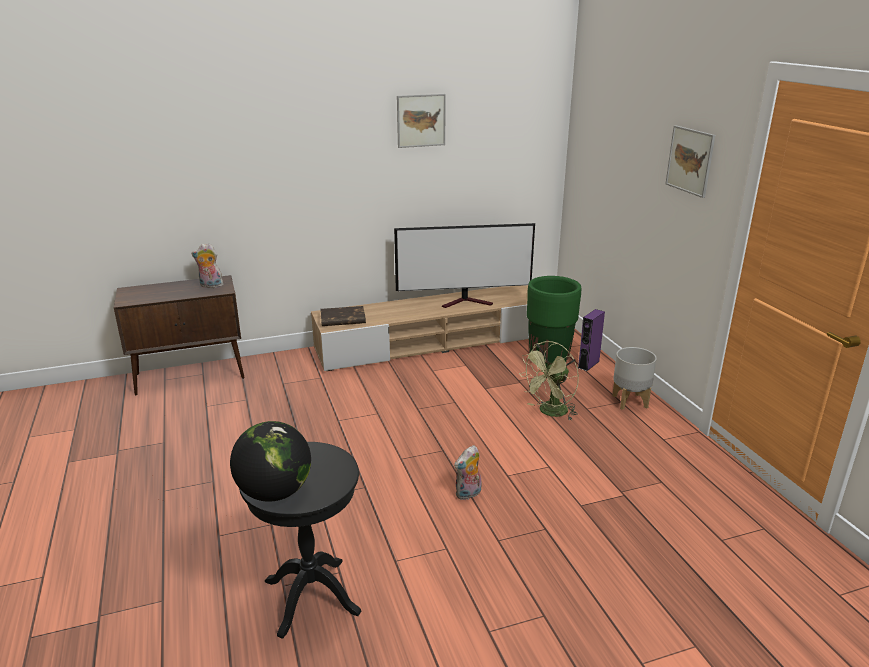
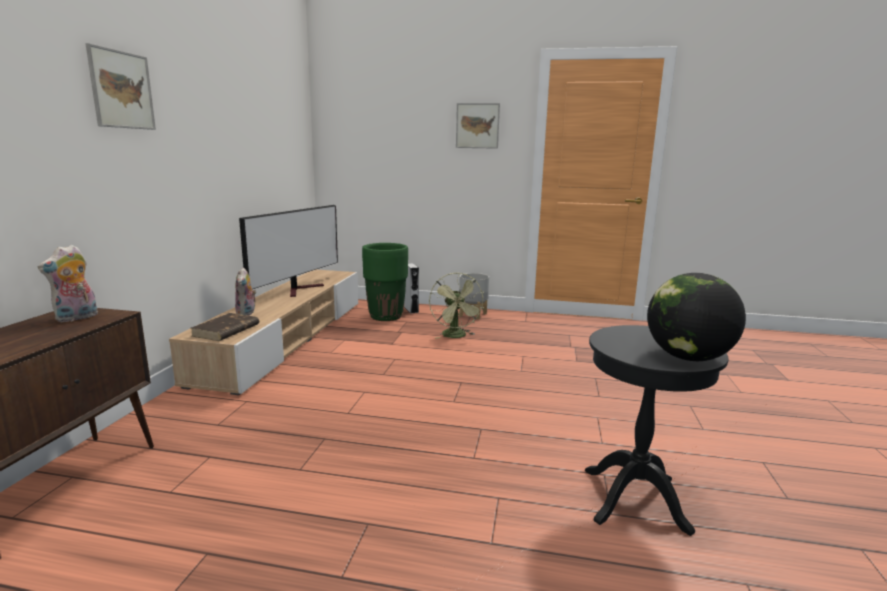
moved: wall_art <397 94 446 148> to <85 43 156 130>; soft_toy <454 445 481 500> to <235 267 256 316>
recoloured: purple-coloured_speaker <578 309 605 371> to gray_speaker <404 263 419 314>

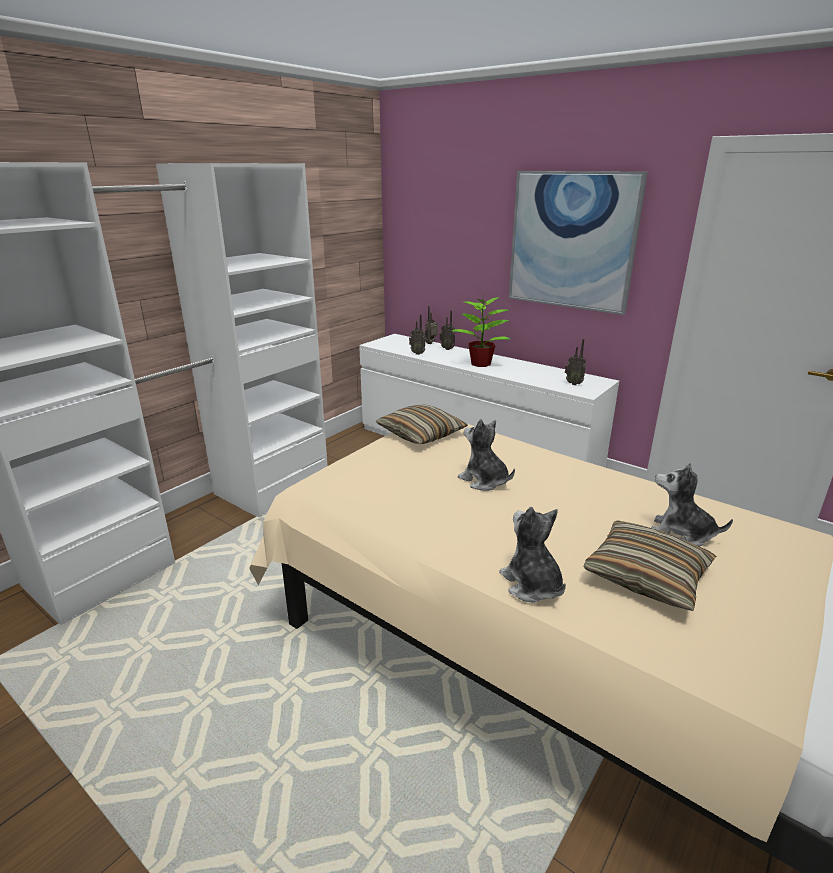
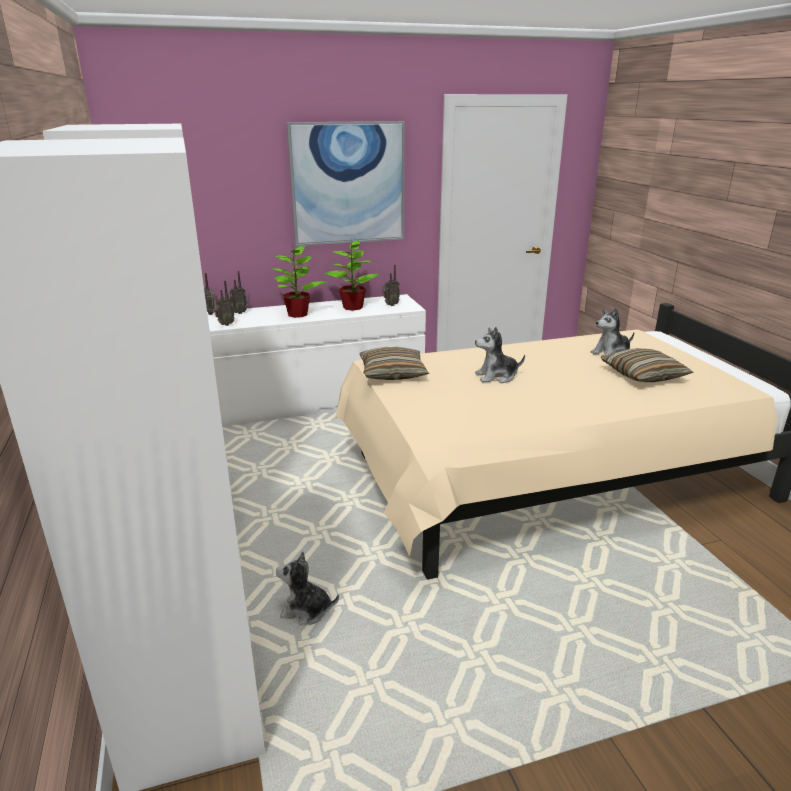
added: plant_in_a_pot <324 240 380 311>
moved: soft_toy <499 507 566 603> to <276 552 339 625>

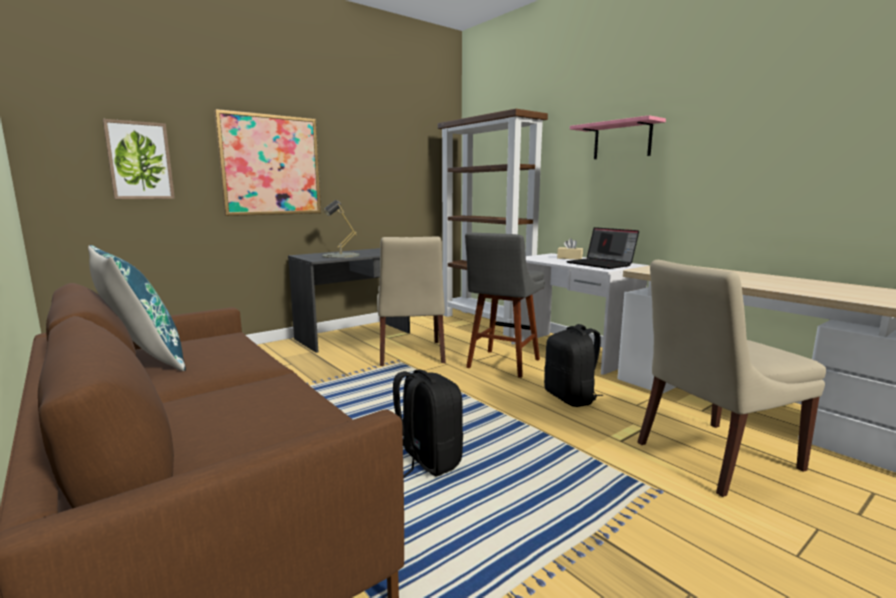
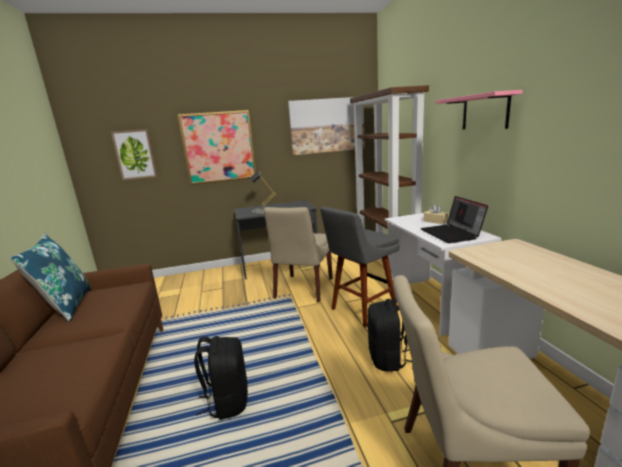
added: wall_art <288 97 365 155>

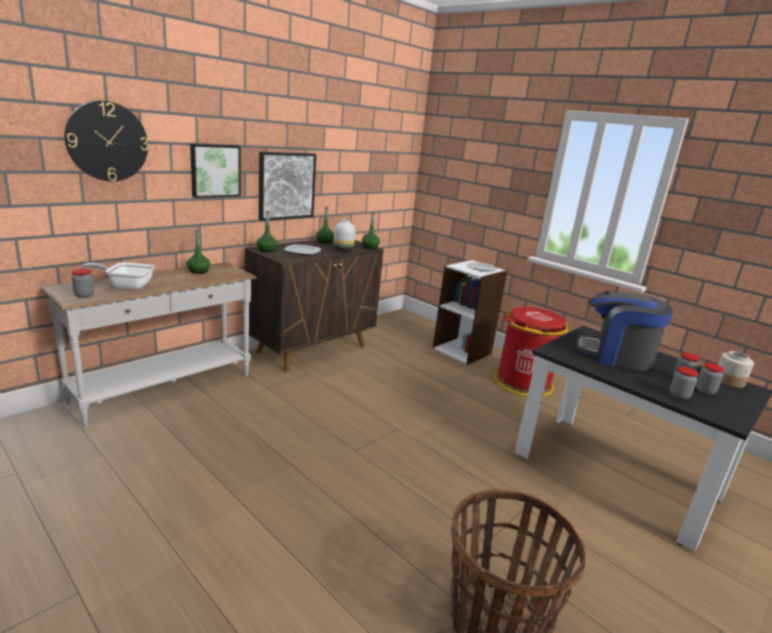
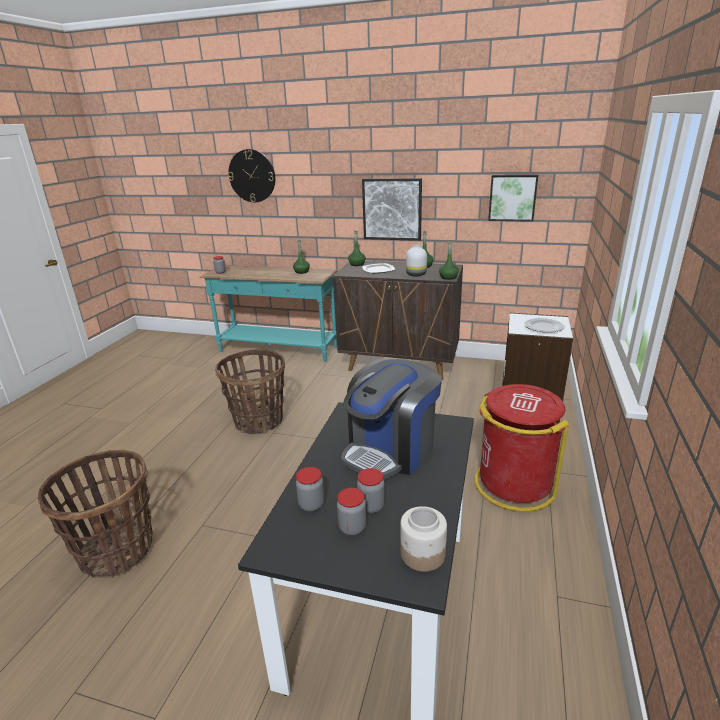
removed: skillet <82 262 155 290>
added: storage_basket <215 349 285 434>
moved: wall_art <190 144 241 198> to <488 175 538 222>
recoloured: white_hall_table <41 262 257 427> to blue-green_hall_table <200 265 337 362>
turned: coffee_maker <576 291 673 371> = <341 358 442 479> 135 degrees counterclockwise

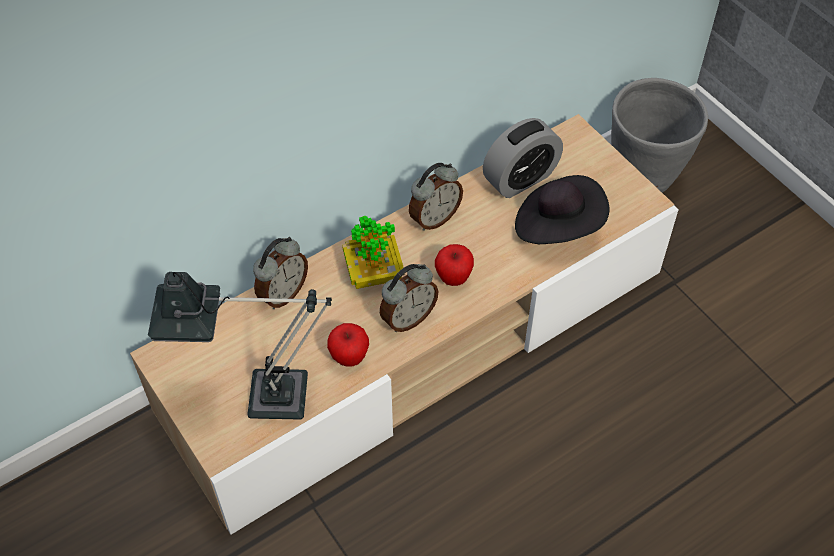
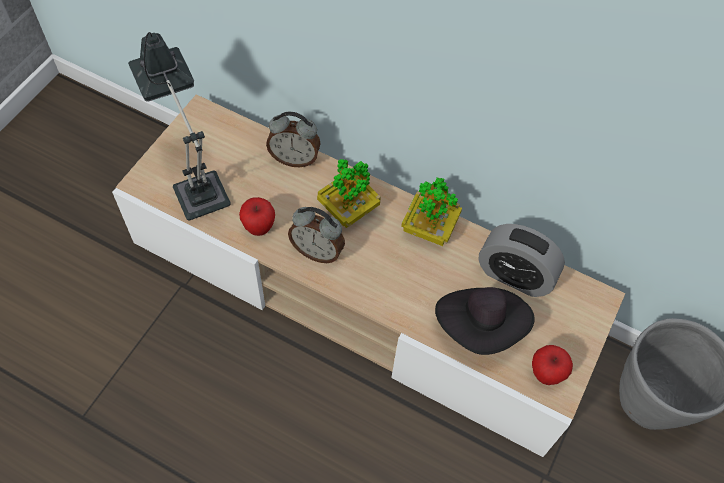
moved: whole_apple <435 244 474 286> to <532 345 573 385>
replaced: alarm_clock <409 163 463 231> to plant_in_a_pot <401 177 462 246>

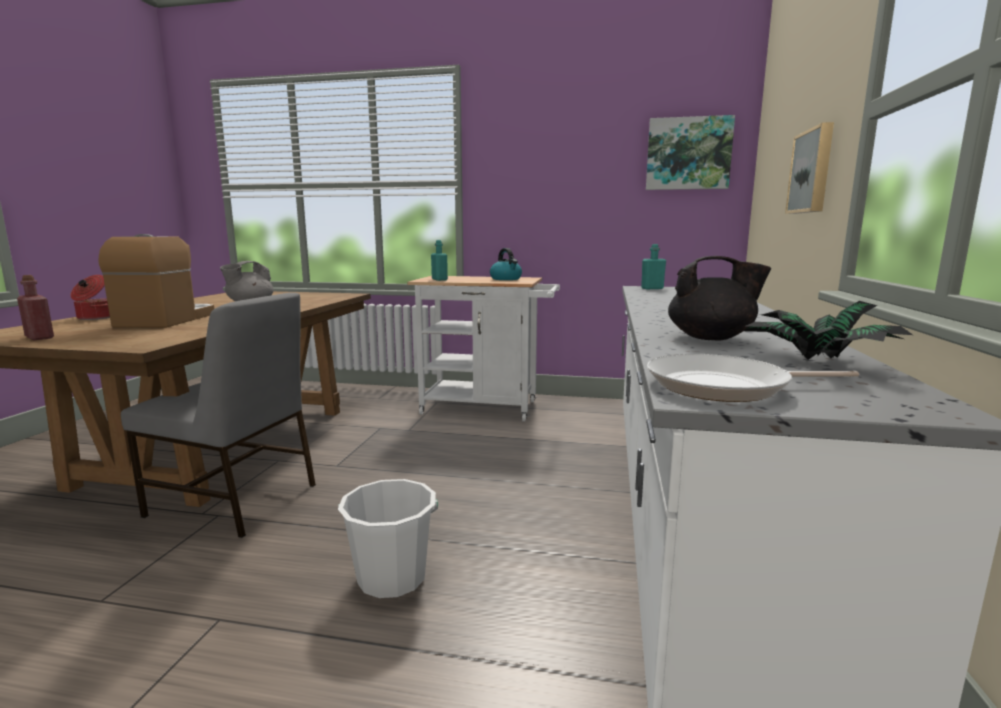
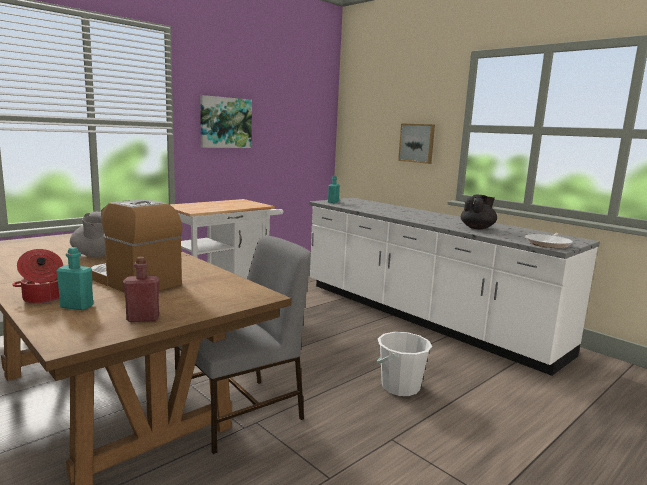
removed: kettle <490 248 522 280>; plant_in_a_pot <745 301 913 360>
moved: blue-green_bottle <431 240 448 281> to <56 247 93 310>; wall_art <646 115 735 190> to <200 95 252 148>

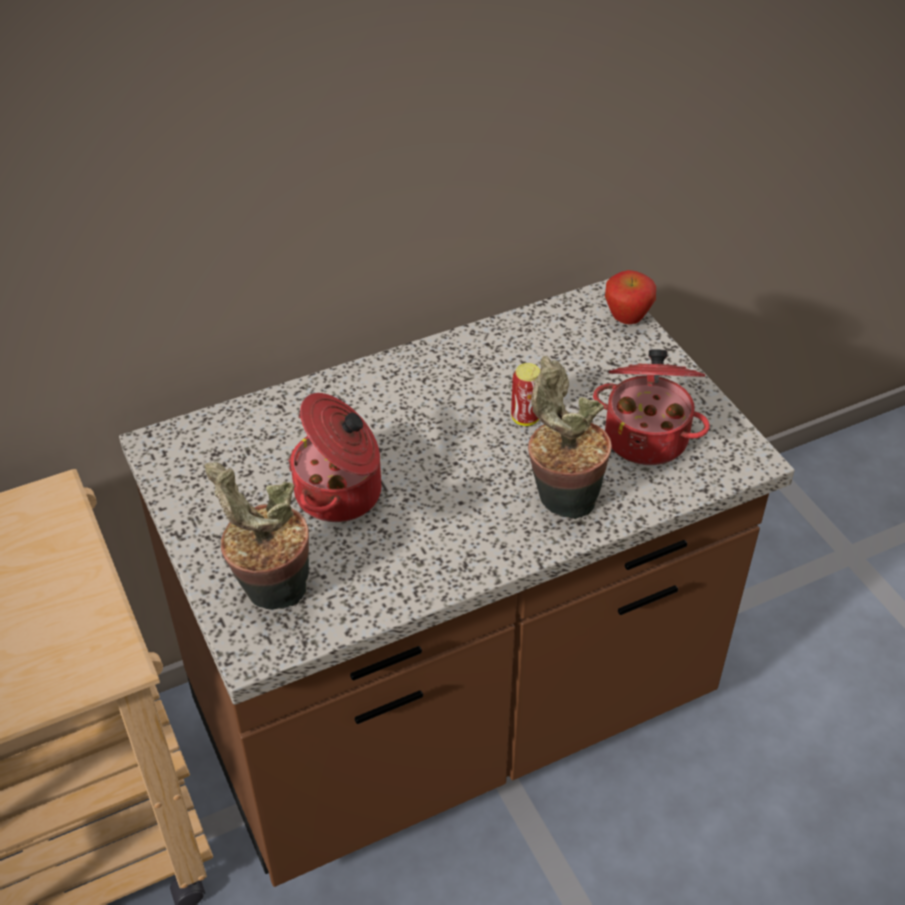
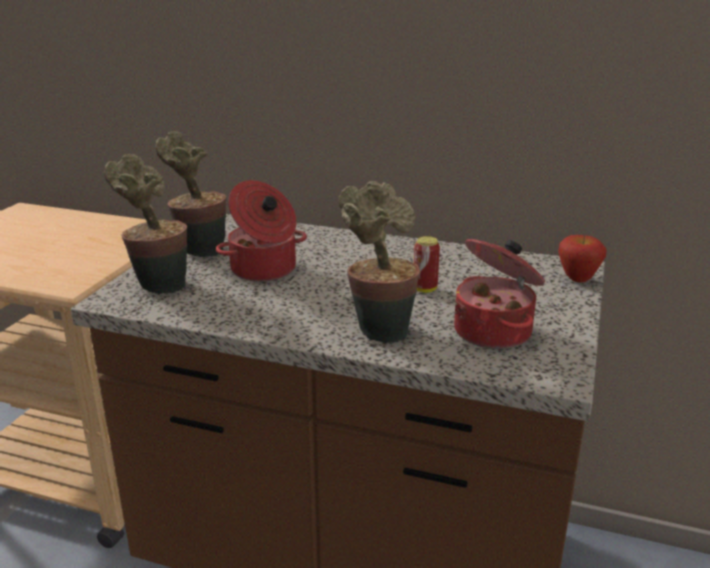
added: plant_in_a_pot <155 131 226 258>

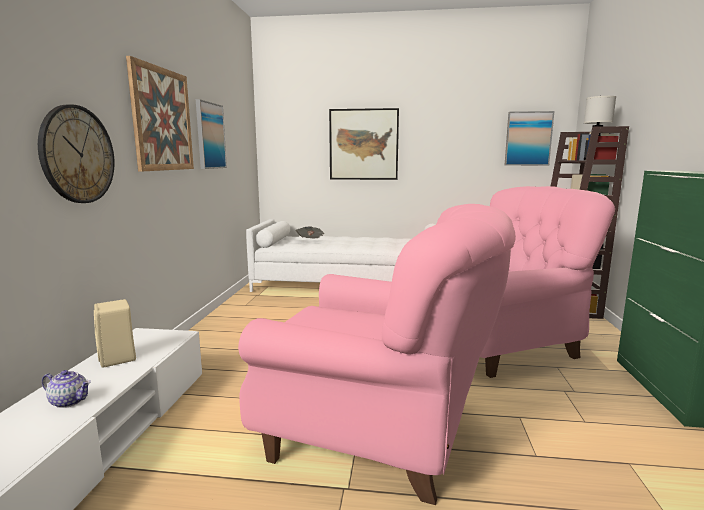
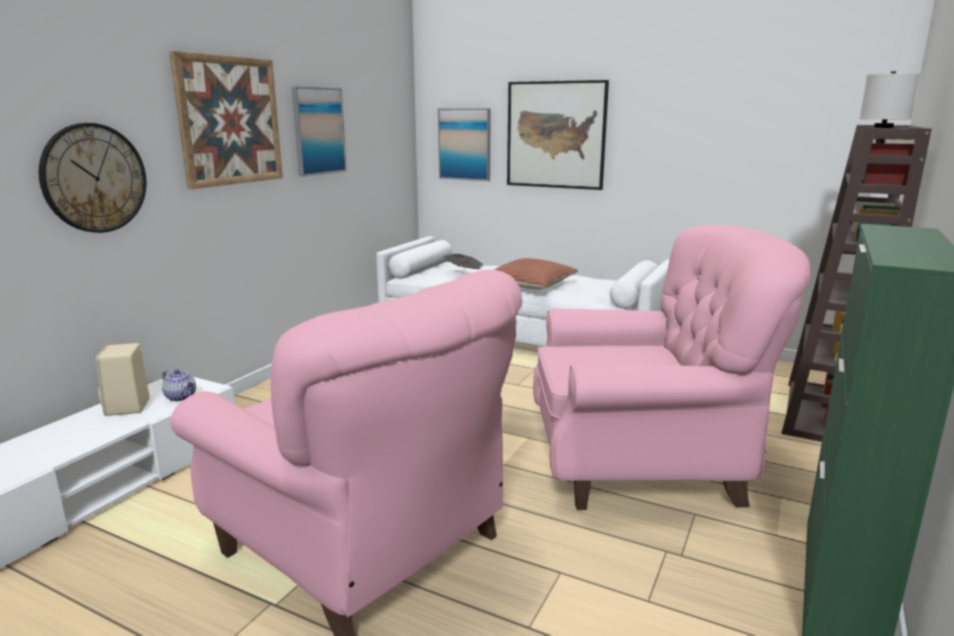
added: throw_pillow <494 258 578 290>
moved: teapot <42 370 91 408> to <162 369 196 402>; wall_art <504 111 555 166> to <438 108 491 181>

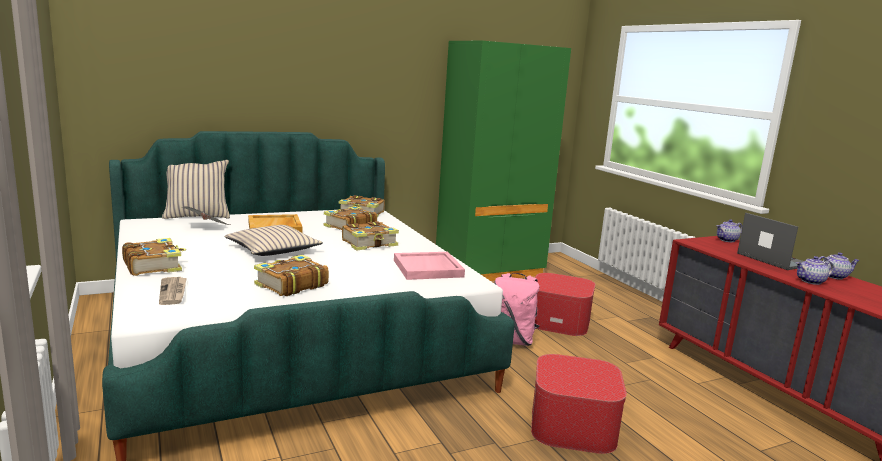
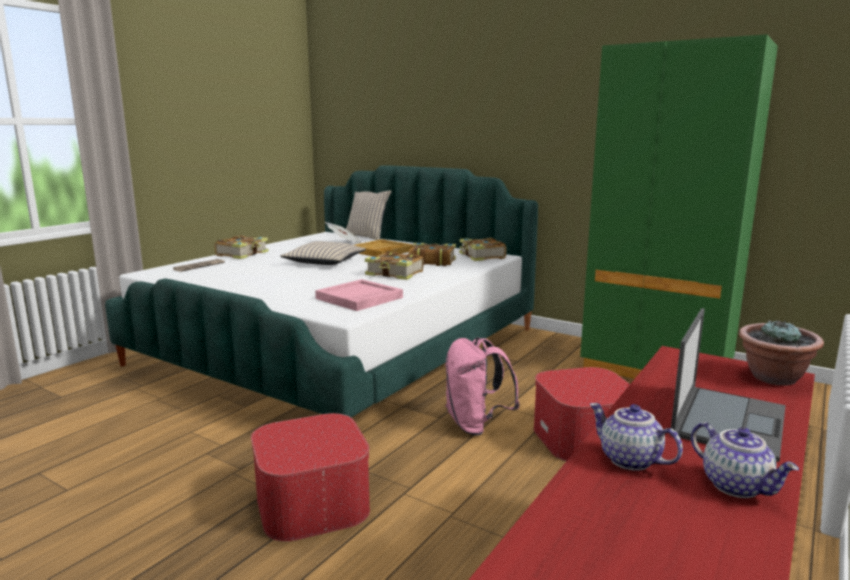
removed: bound_book <254 255 329 296>
replaced: teapot <716 219 742 242> to plant_in_a_pot <739 320 824 385>

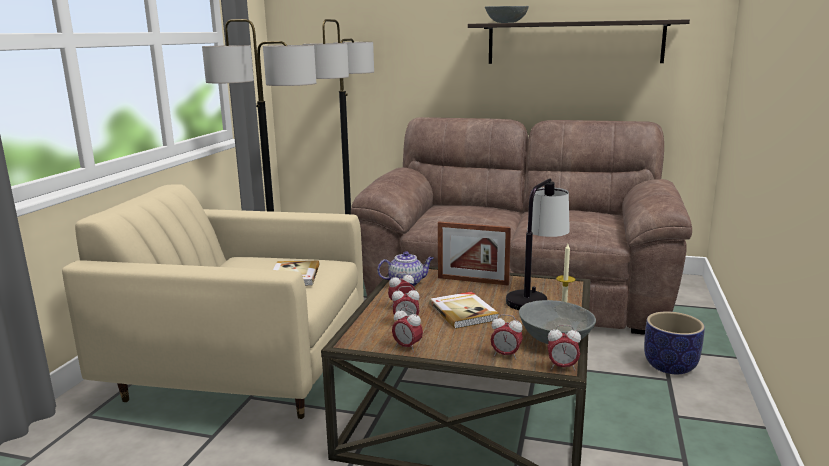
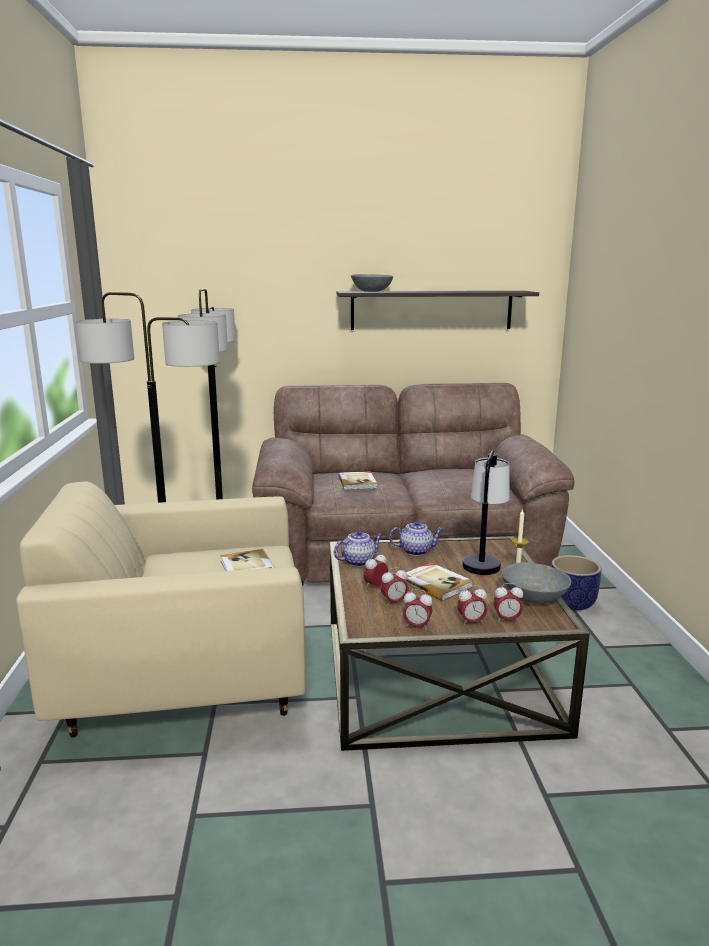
added: bound_book <338 471 377 490>
moved: alarm_clock <547 325 581 370> to <457 585 488 626>
replaced: photo_frame <438 222 511 286> to teapot <389 521 444 556>

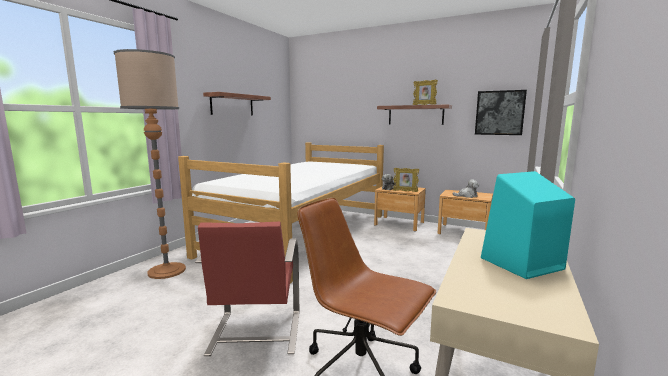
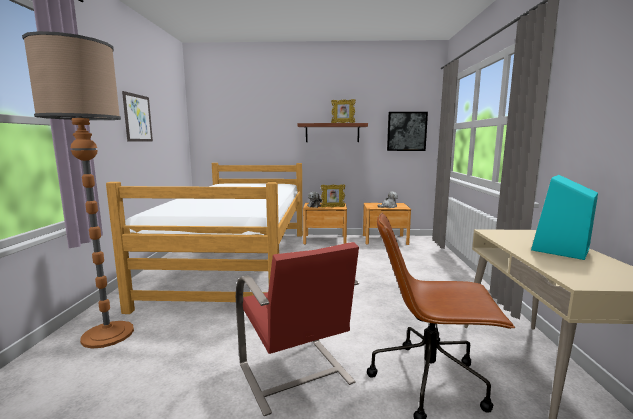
replaced: bracket_shelf <203 92 271 115> to wall_art <122 91 153 142>

